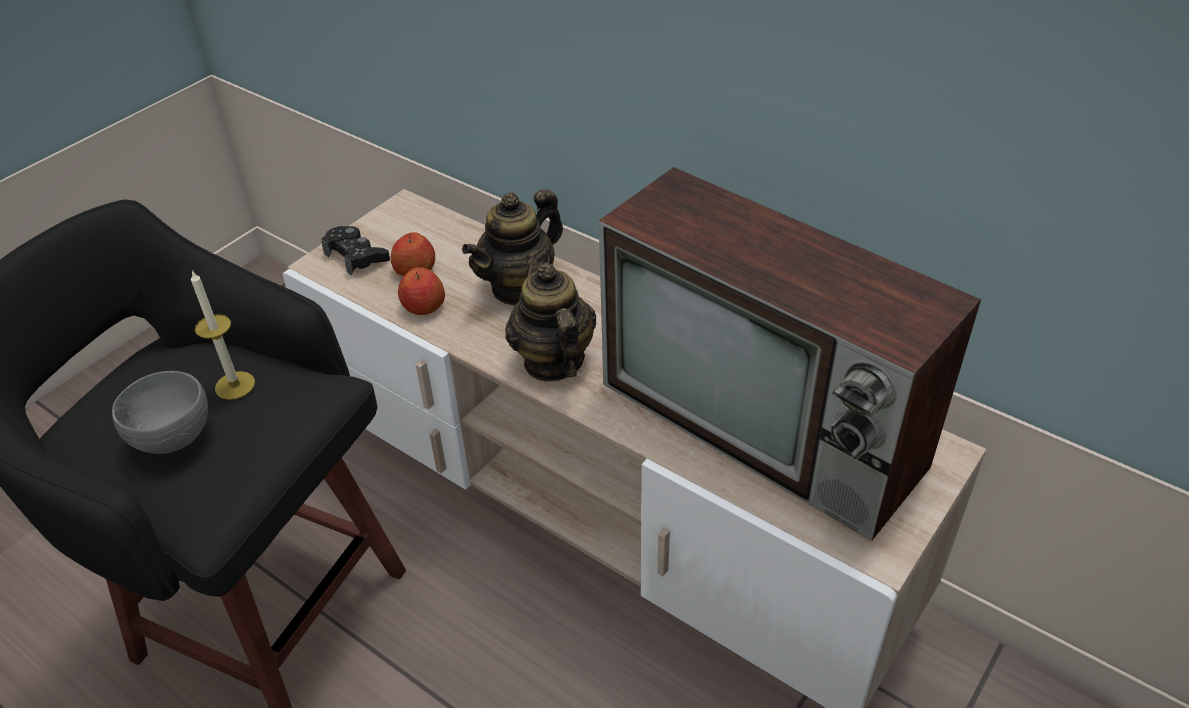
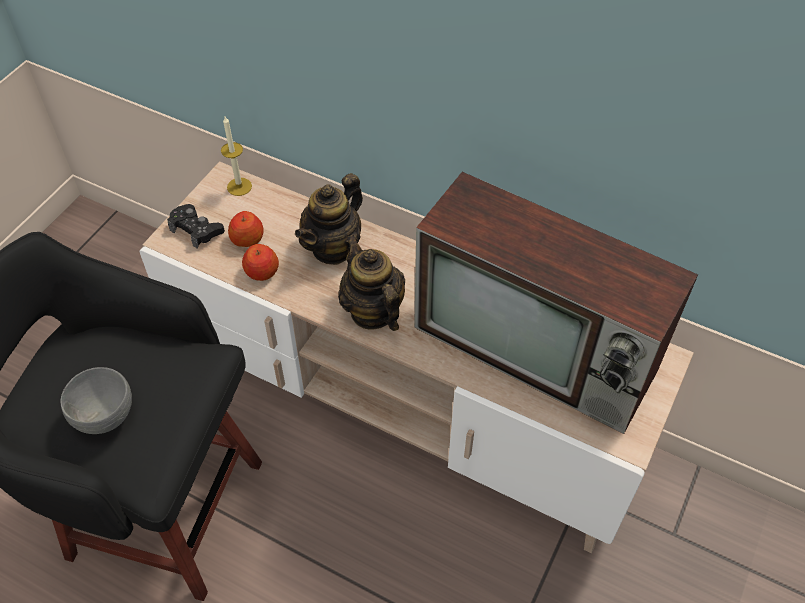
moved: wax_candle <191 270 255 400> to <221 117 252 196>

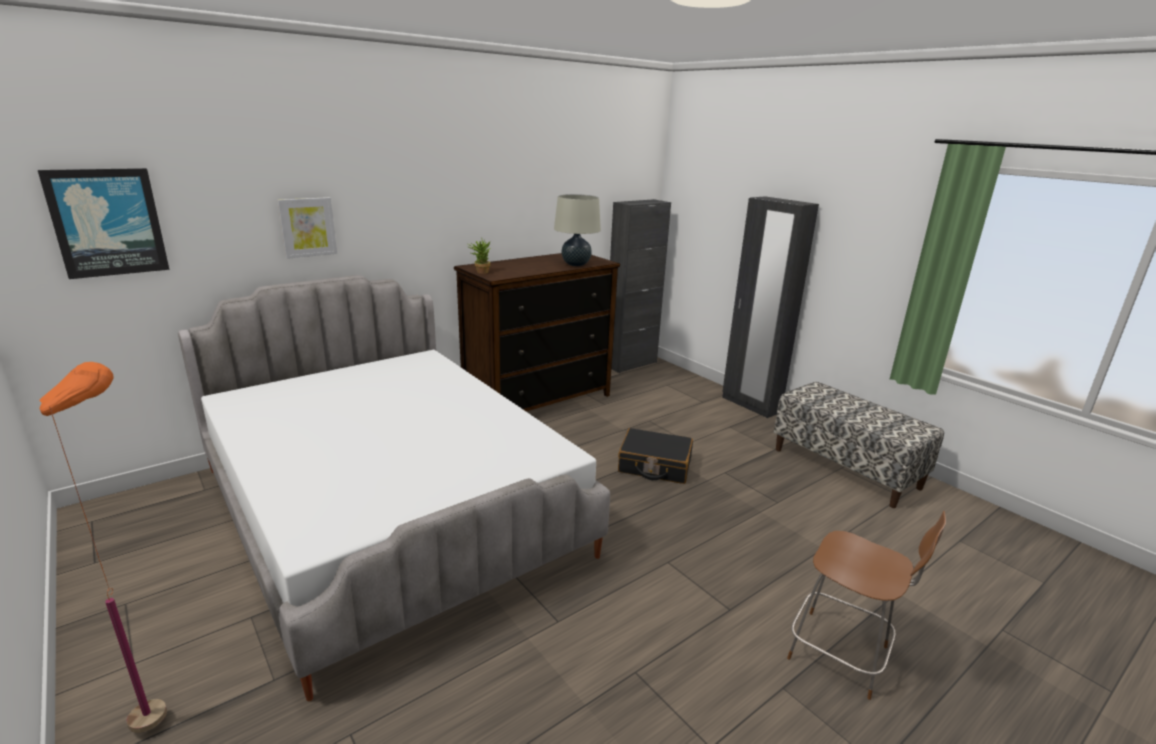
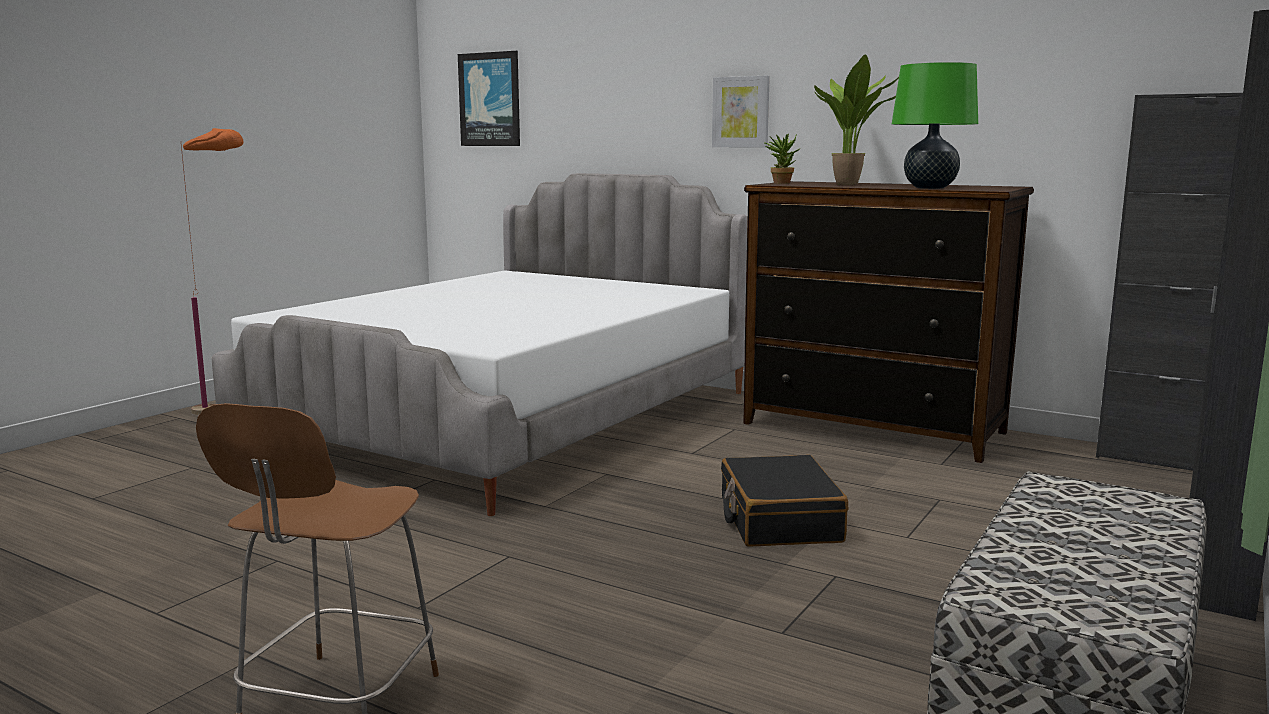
added: plant_in_a_pot <814 54 899 185>
moved: wall_art <277 197 337 259> to <712 76 770 148>
recoloured: beige-coloured_lamp_for_a_table <554 194 601 266> to greenish_lamp_for_a_table <892 62 978 189>

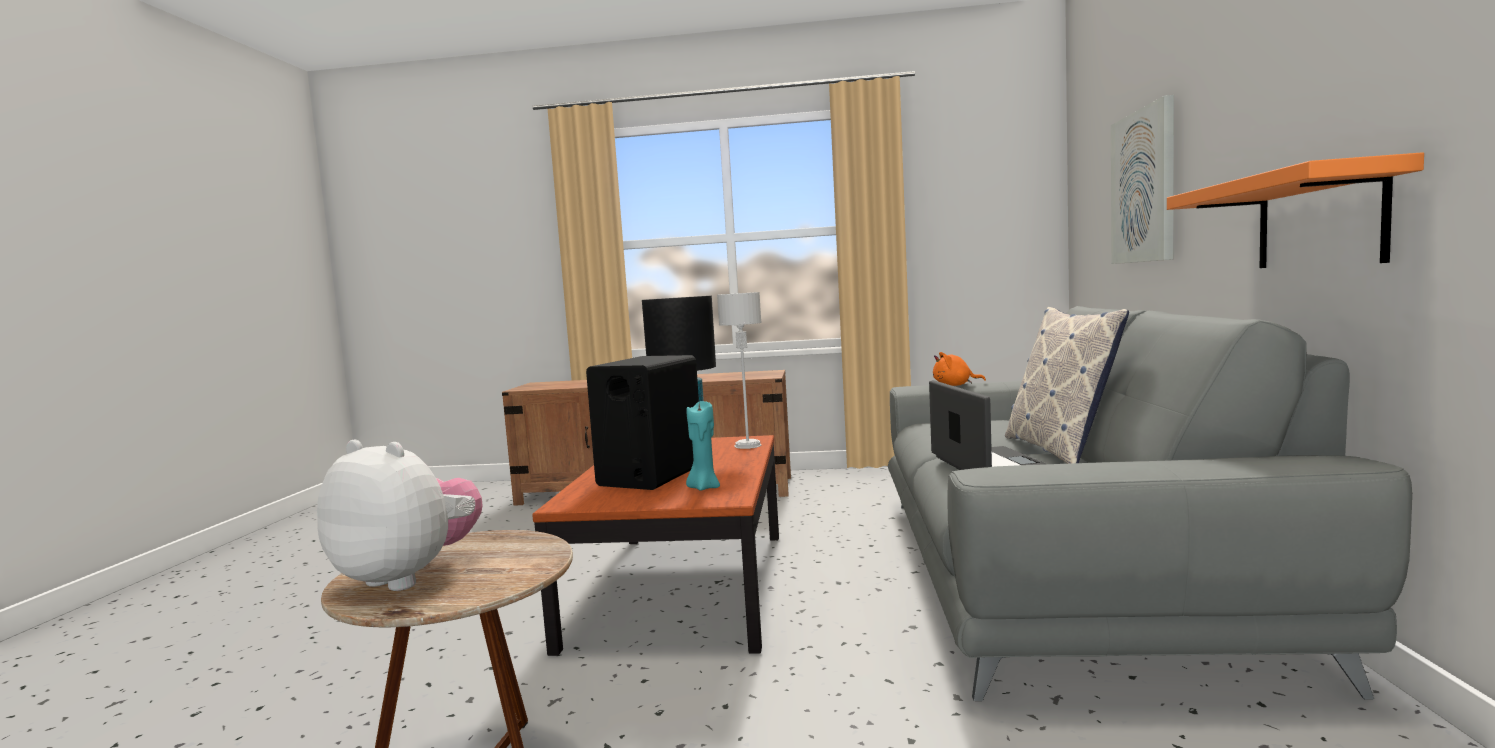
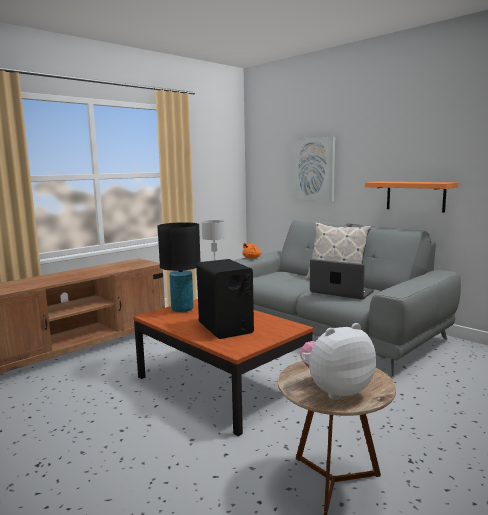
removed: blue-green_wax_candle <686 401 720 491>

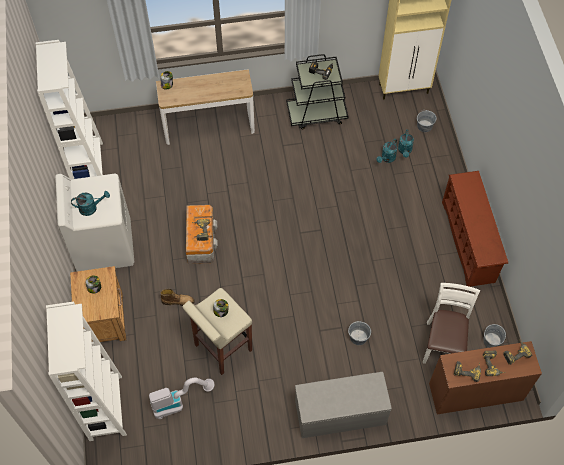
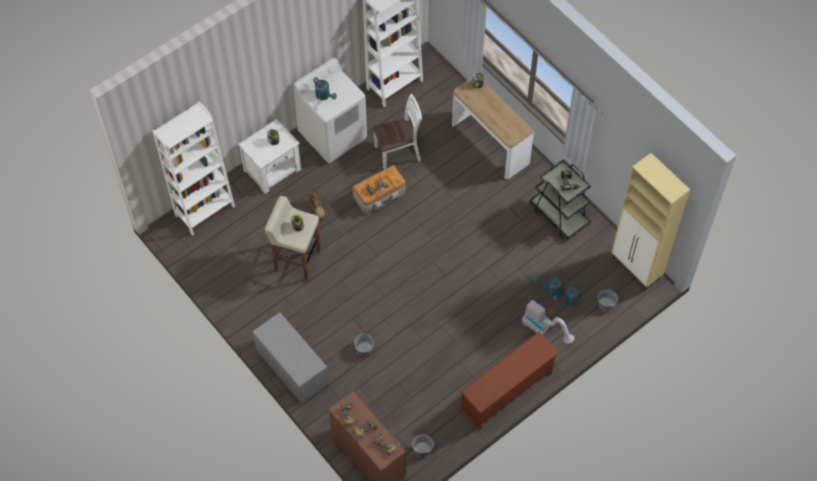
moved: white_plain_chair <423 283 480 364> to <373 94 422 170>; hoover <149 377 214 419> to <522 300 575 343>
recoloured: brown-coloured_nightstand <70 266 126 342> to white_nightstand <238 119 301 194>

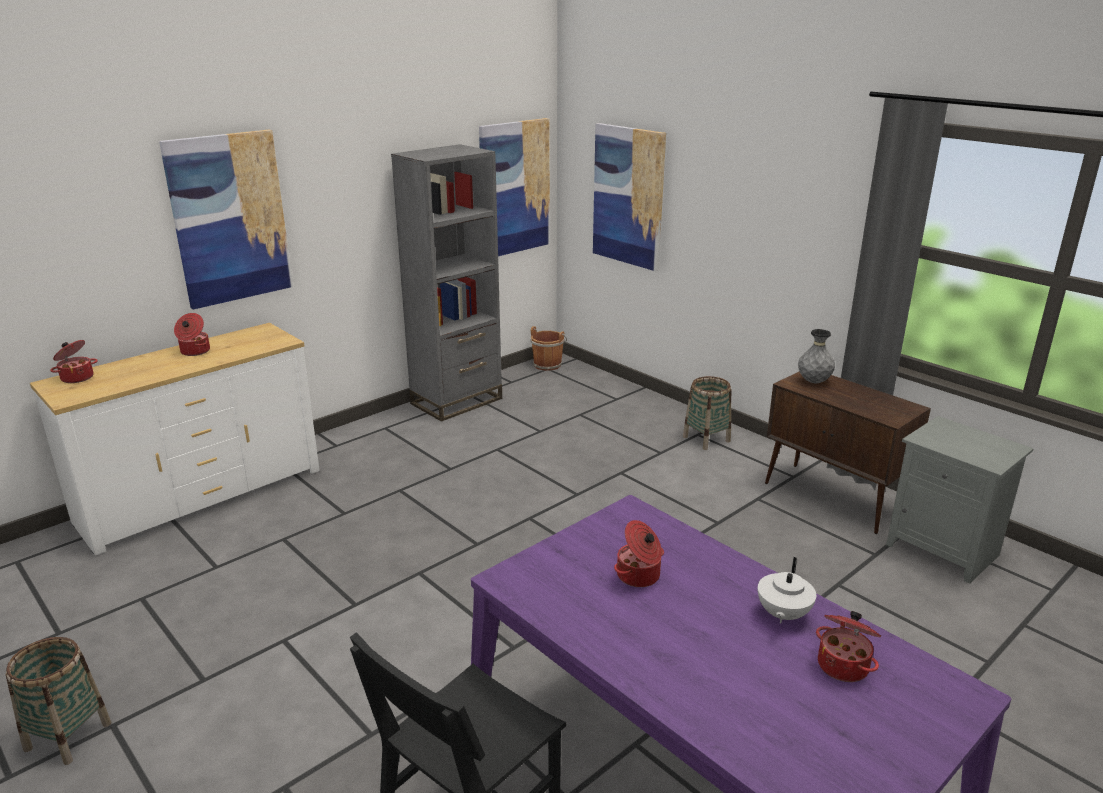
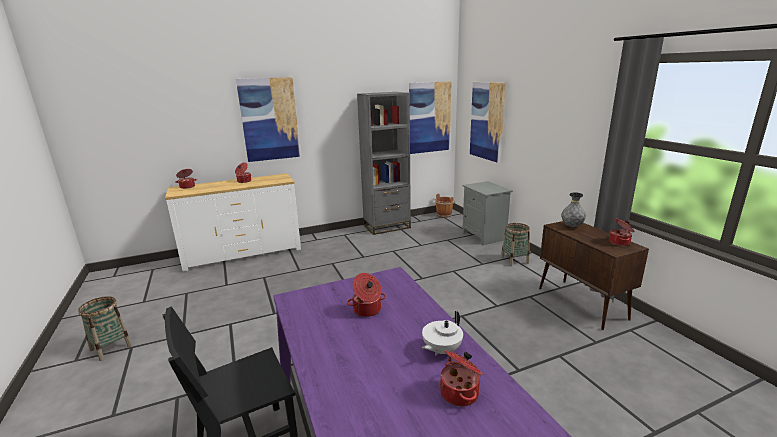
added: stockpot <609 218 634 246>
moved: gray_nightstand <886 416 1034 584> to <462 181 513 245>

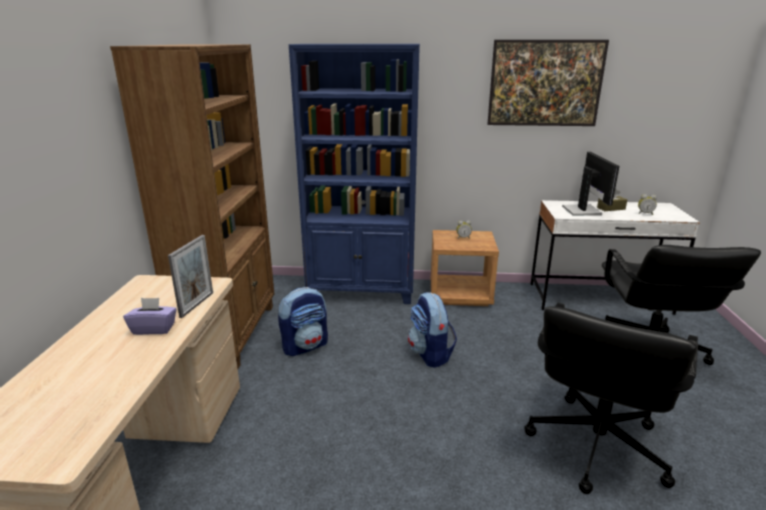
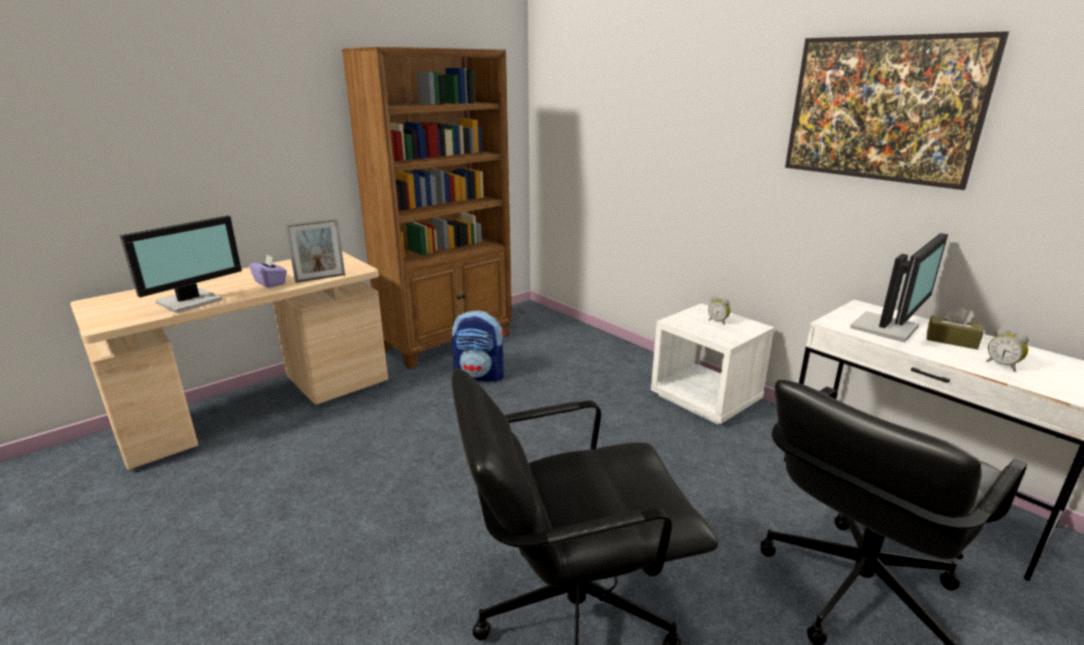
removed: blue-coloured_bookcase <289 44 420 304>; backpack <408 292 457 368>
added: monitor <120 215 242 313>
recoloured: brown-coloured_nightstand <431 230 499 306> to white_nightstand <651 303 775 424>

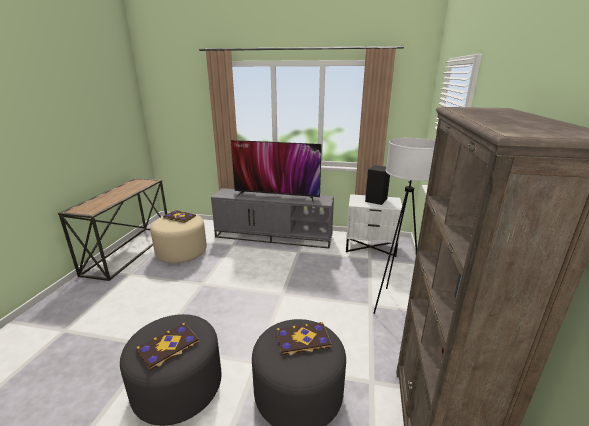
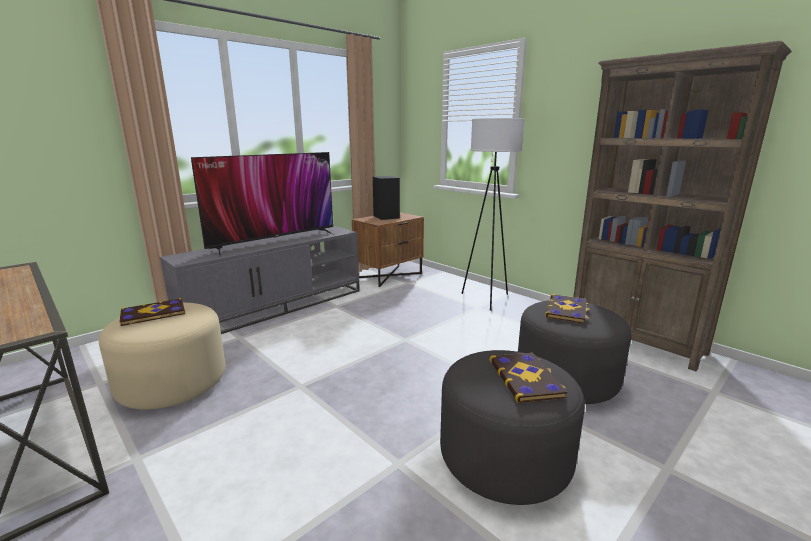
recoloured: white_nightstand <346 194 402 257> to brown-coloured_nightstand <352 212 424 287>

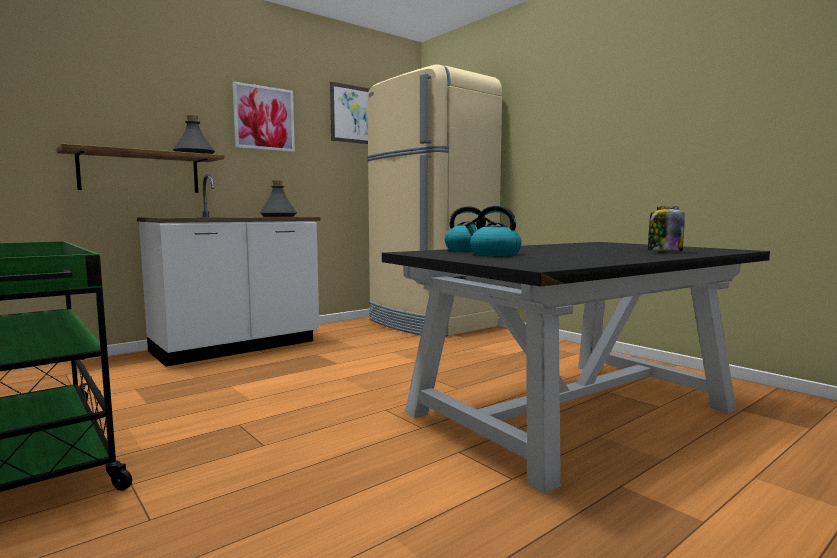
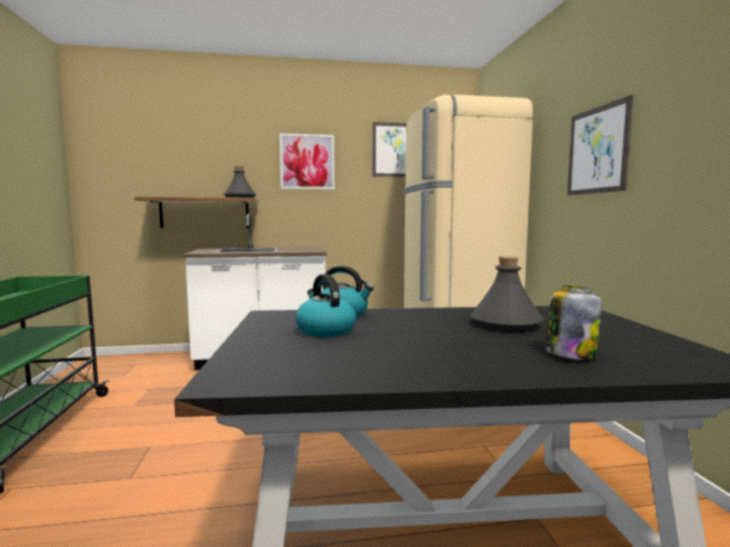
added: wall_art <567 95 633 195>
moved: gray_bottle <260 181 297 217> to <471 256 543 331>

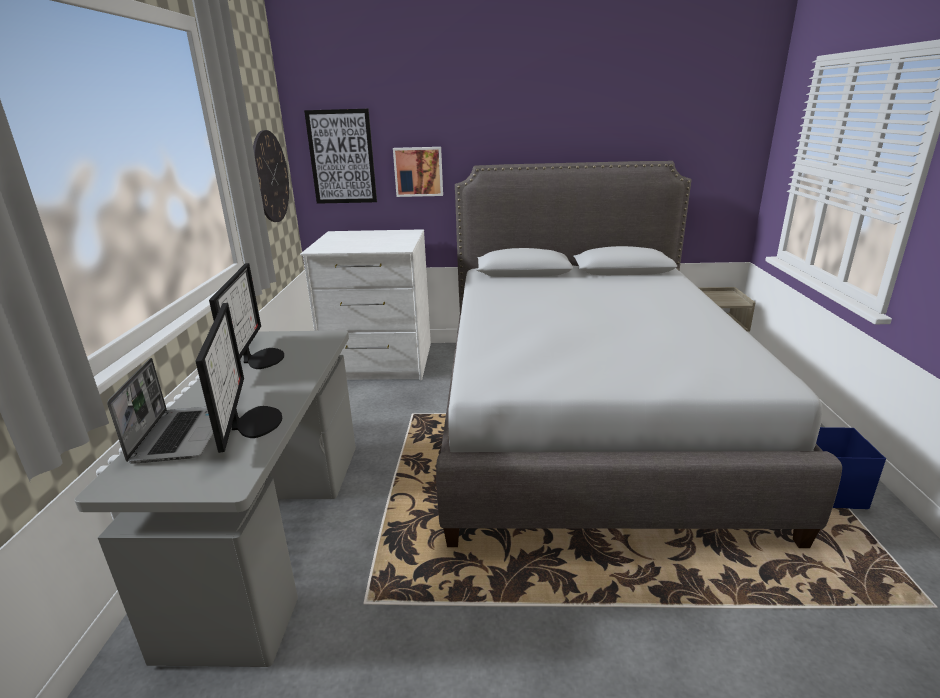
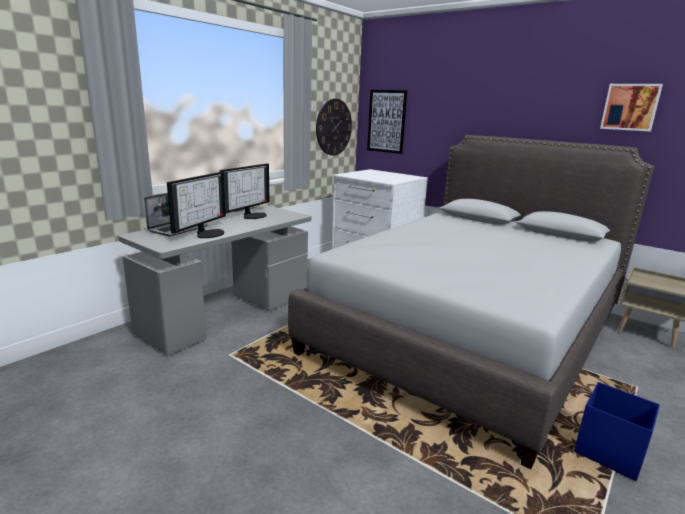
moved: wall_art <393 147 443 197> to <600 84 663 131>

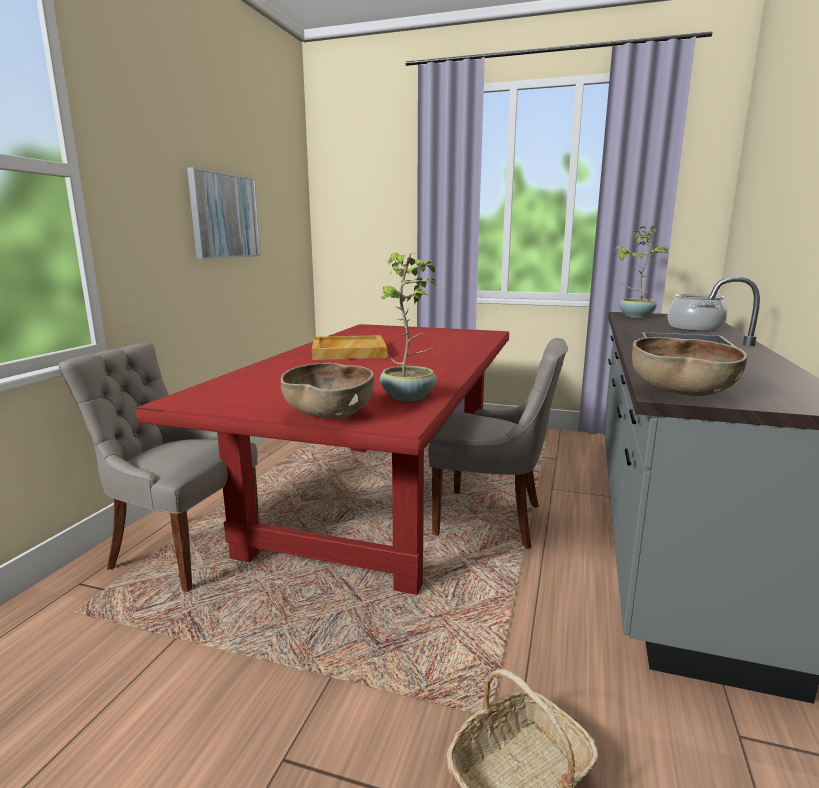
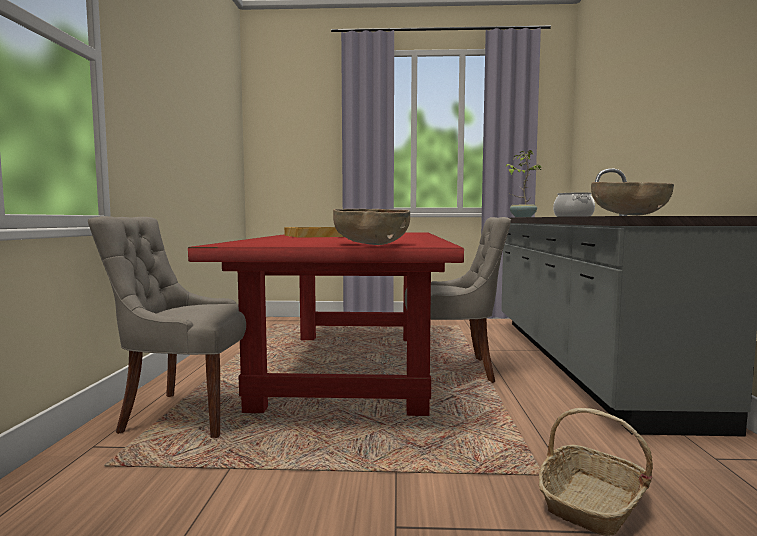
removed: wall_art <187 167 260 259>; plant_in_a_pot <380 253 438 401>

